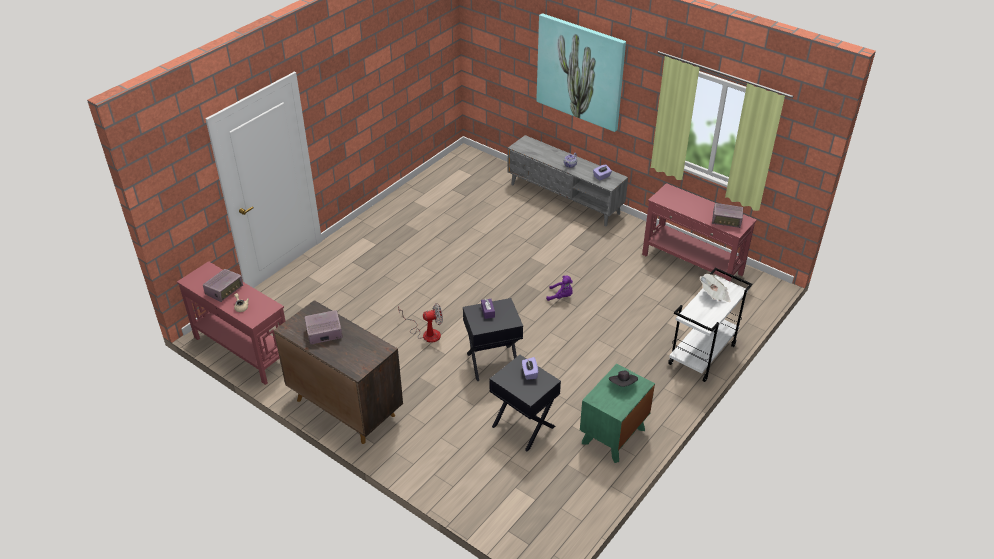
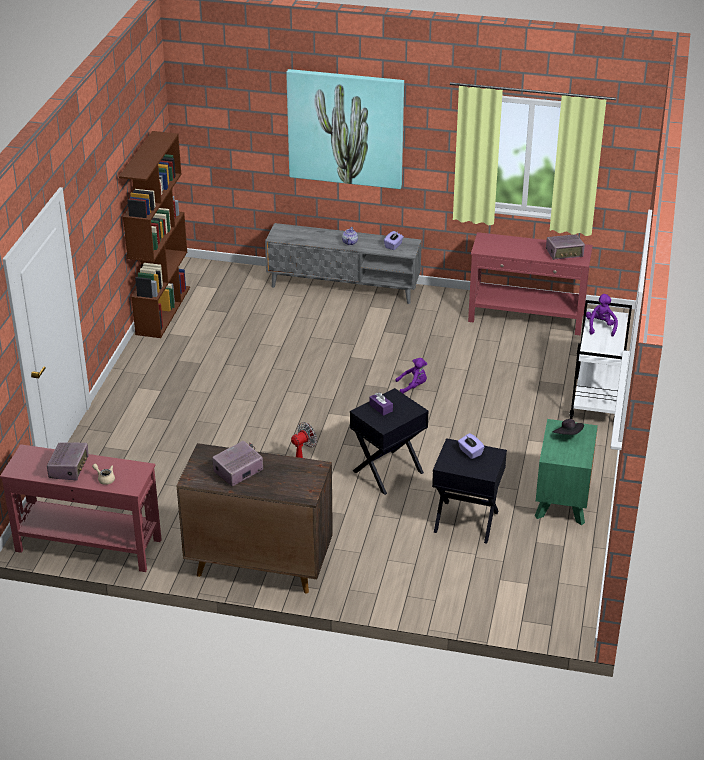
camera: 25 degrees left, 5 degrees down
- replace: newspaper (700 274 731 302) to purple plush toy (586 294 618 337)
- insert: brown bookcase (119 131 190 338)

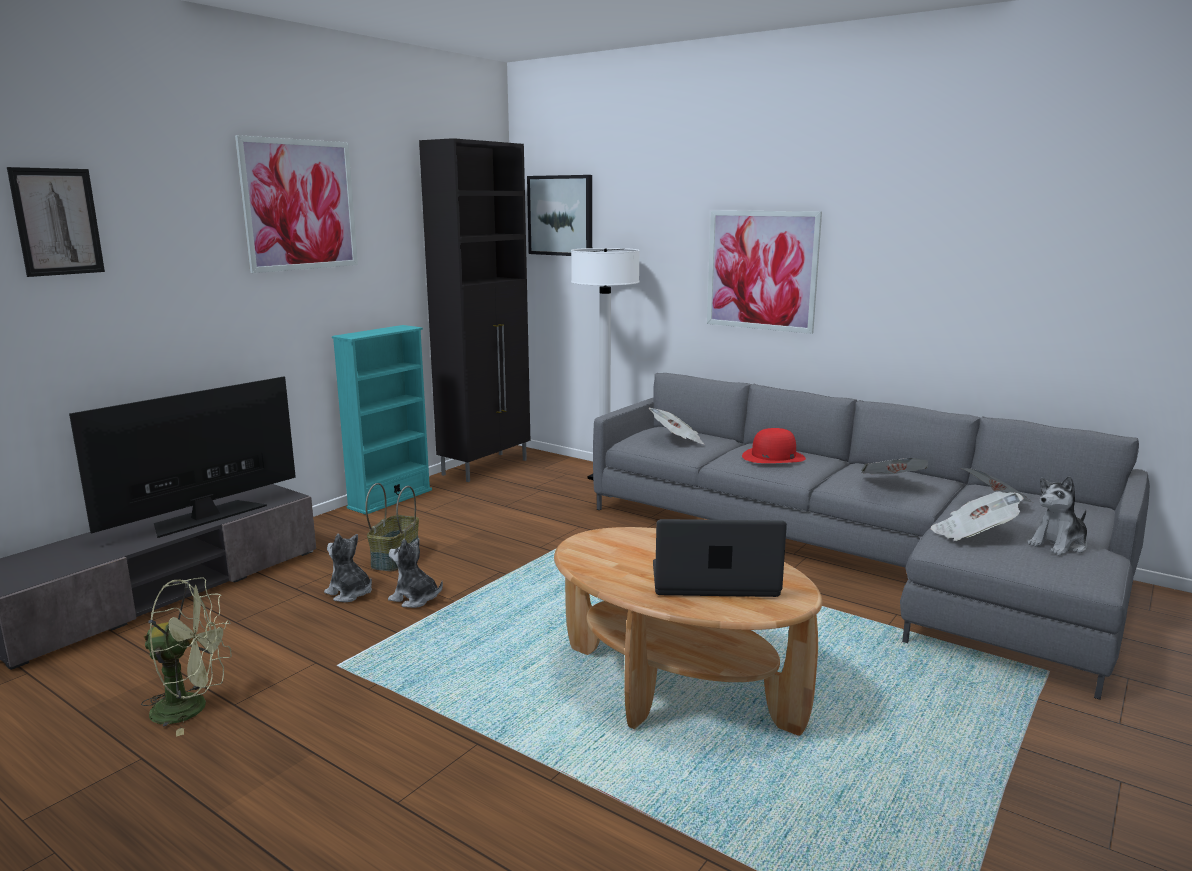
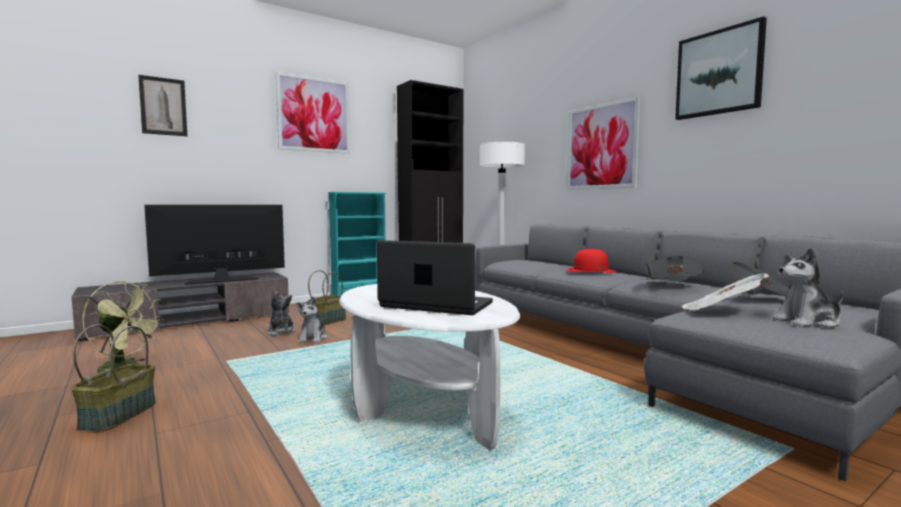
camera: 20 degrees right, 10 degrees down
- rotate: plush toy (388 538 443 608) = (296 297 327 343) 135 degrees counterclockwise
- move: picture (527 175 592 256) to (675 16 767 120)
- recolor: brown coffee table (554 527 822 736) to white coffee table (339 284 520 450)
- delete: newspaper (649 408 704 444)
- insert: basket (71 324 156 432)

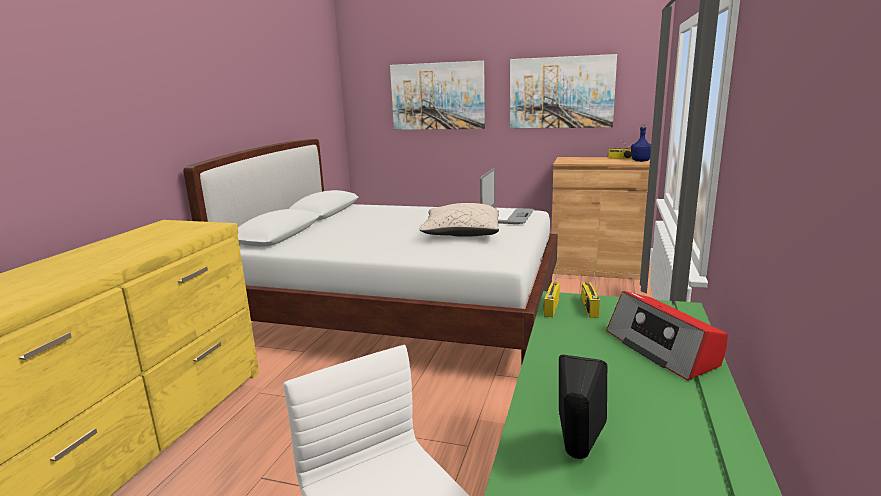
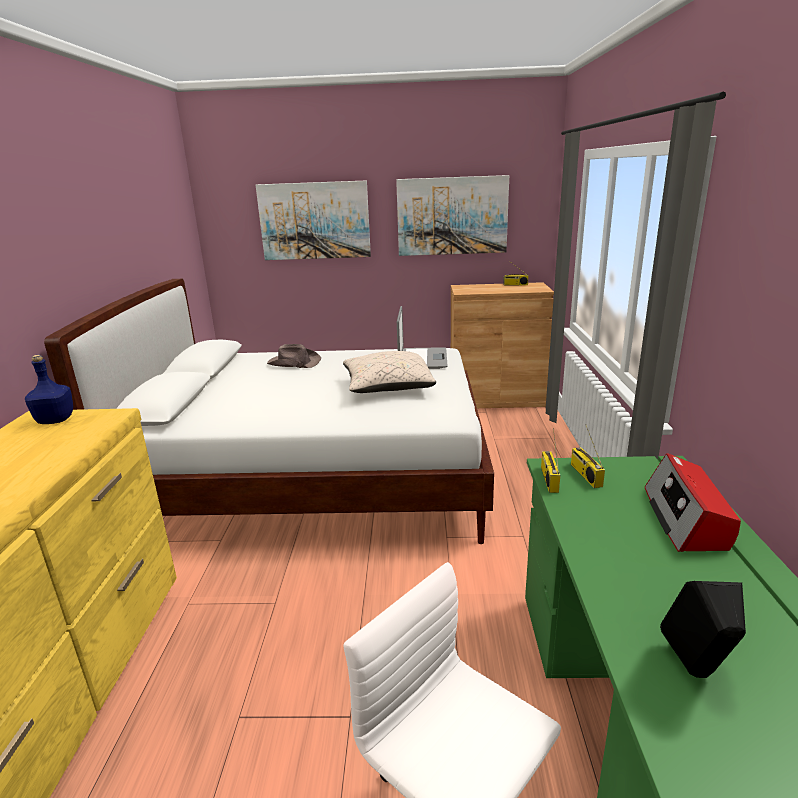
camera: 15 degrees left, 5 degrees up
- rotate: radio (606 291 728 381) = (645 453 741 552) 45 degrees clockwise
- move: blue bottle (631 125 651 162) to (25 355 73 424)
- insert: brown hat (267 344 321 368)

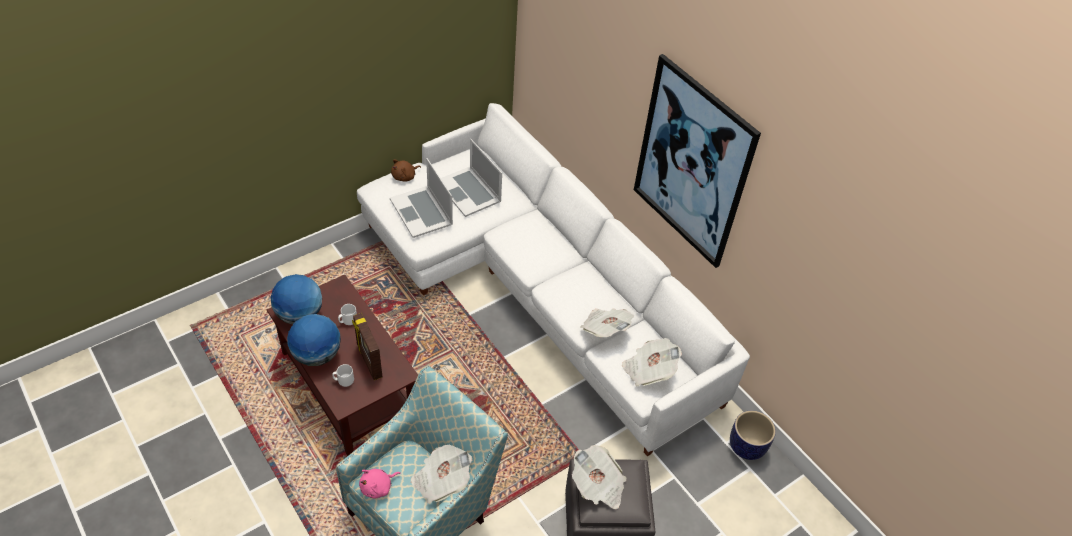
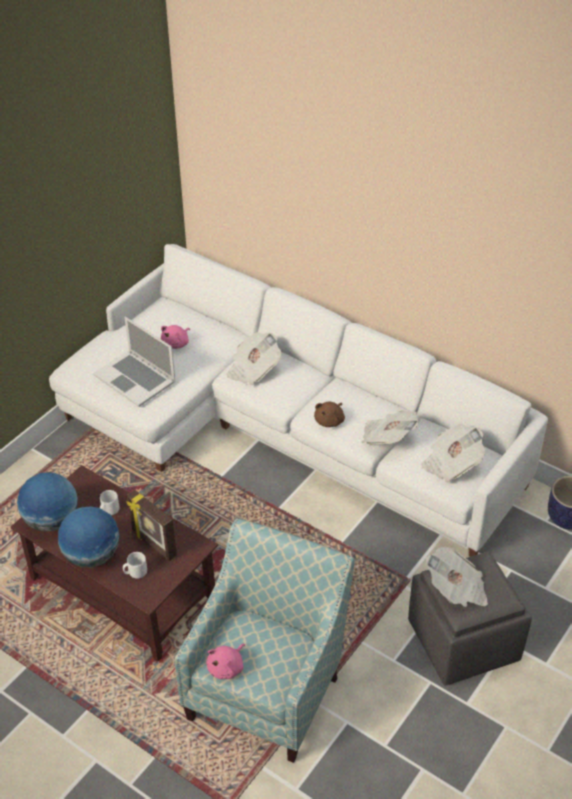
camera: 15 degrees left, 5 degrees down
- move: brown plush toy (391 159 421 181) to (314 401 345 427)
- move: newspaper (411 445 472 504) to (227 332 281 385)
- replace: laptop (441 139 502 217) to pink plush toy (161 325 190 349)
- delete: picture (634 54 761 268)

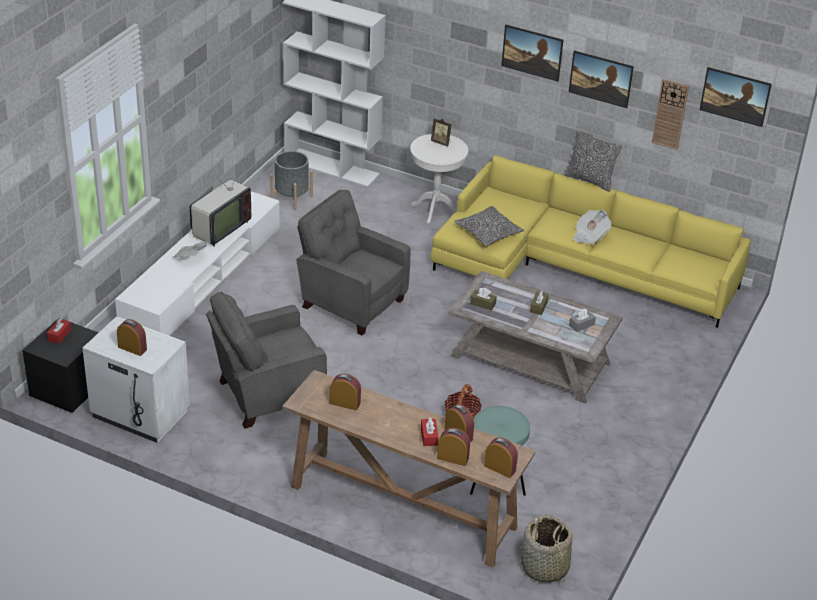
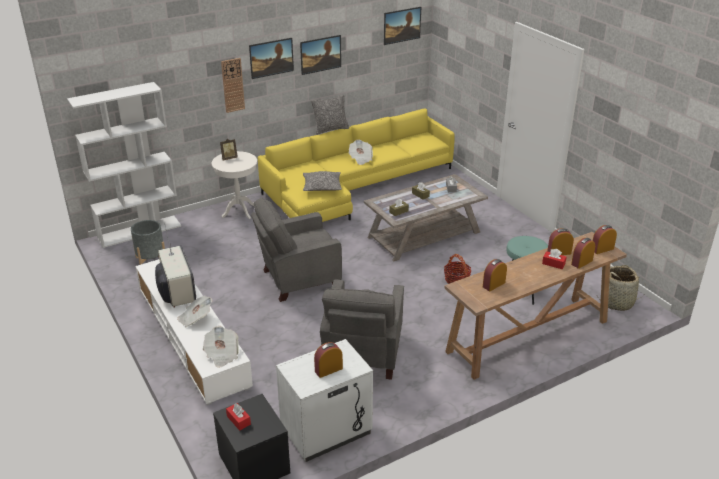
camera: 55 degrees left, 5 degrees down
- move: wall clock (652 79 689 150) to (221 58 245 113)
- insert: newspaper (203 326 239 368)

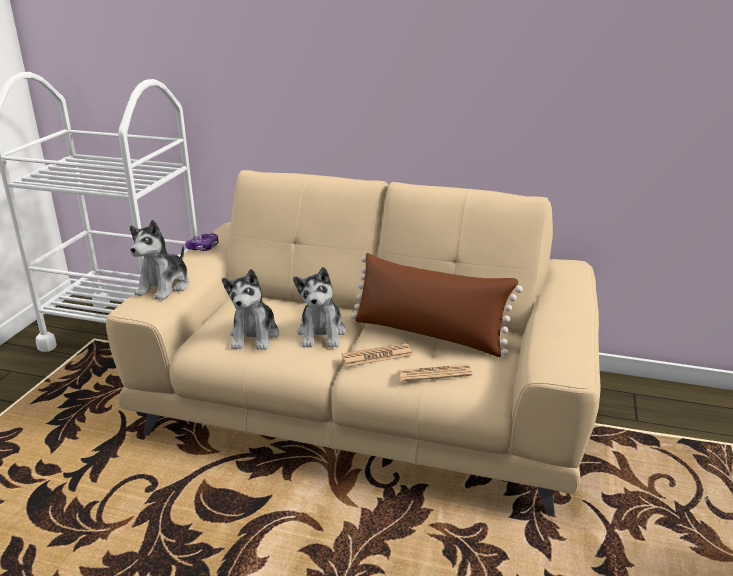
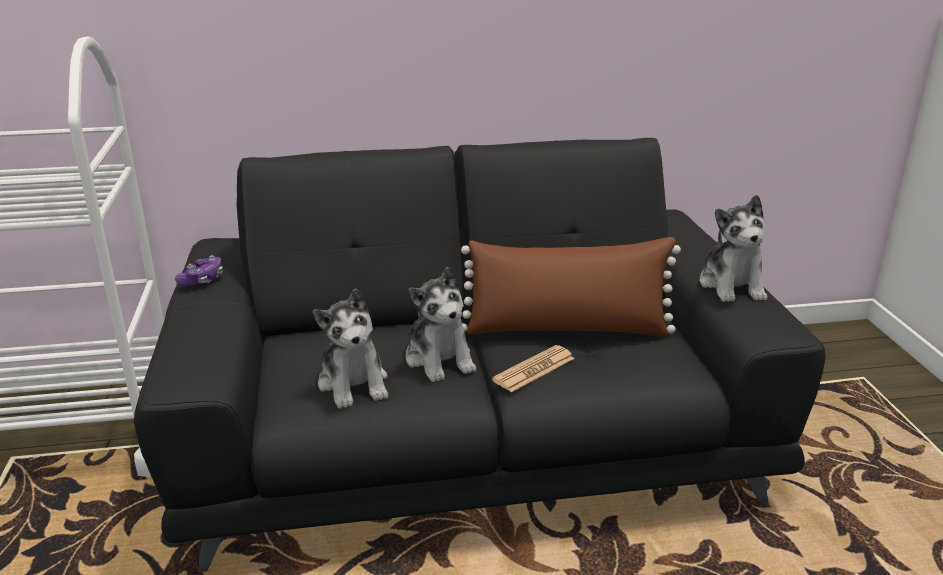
camera: 25 degrees left, 0 degrees up
- recolor: beige sofa (106 170 600 516) to black sofa (134 138 826 573)
- move: plush toy (130 220 189 300) to (700 195 767 302)
- delete: newspaper (398 364 472 382)

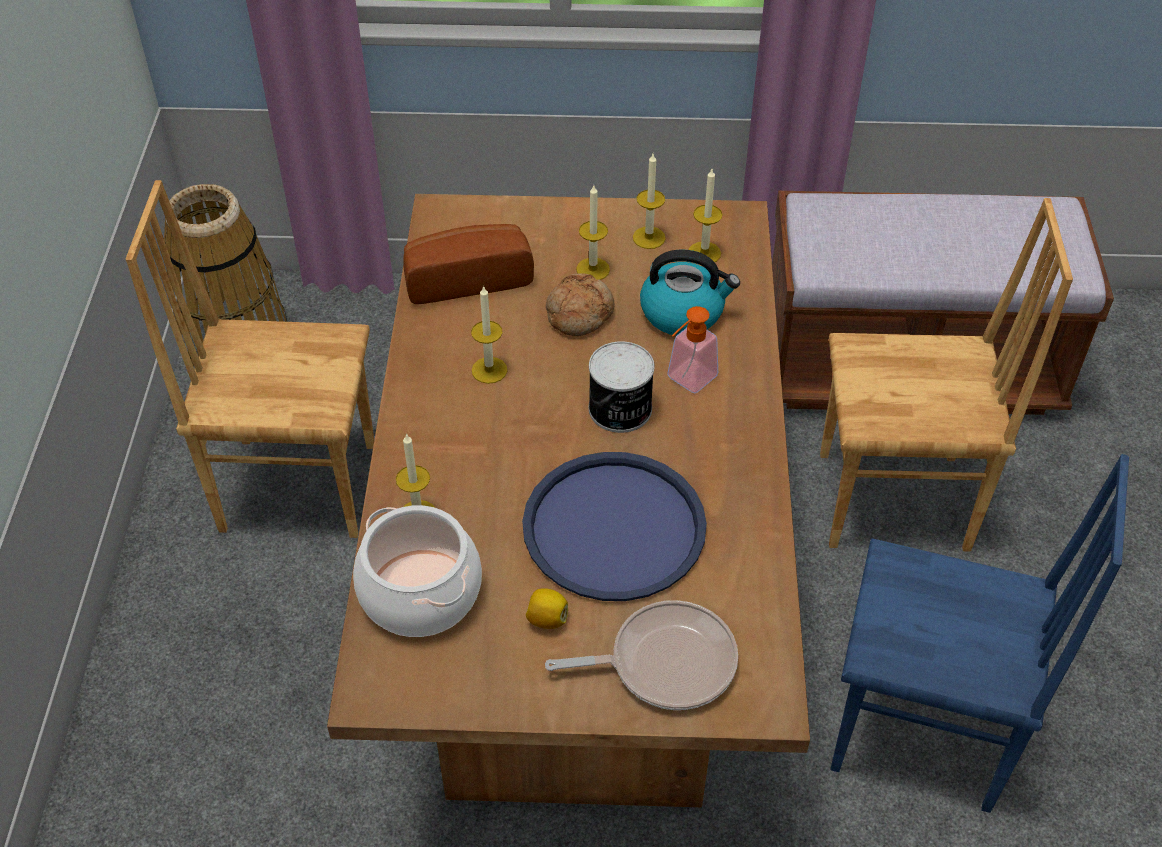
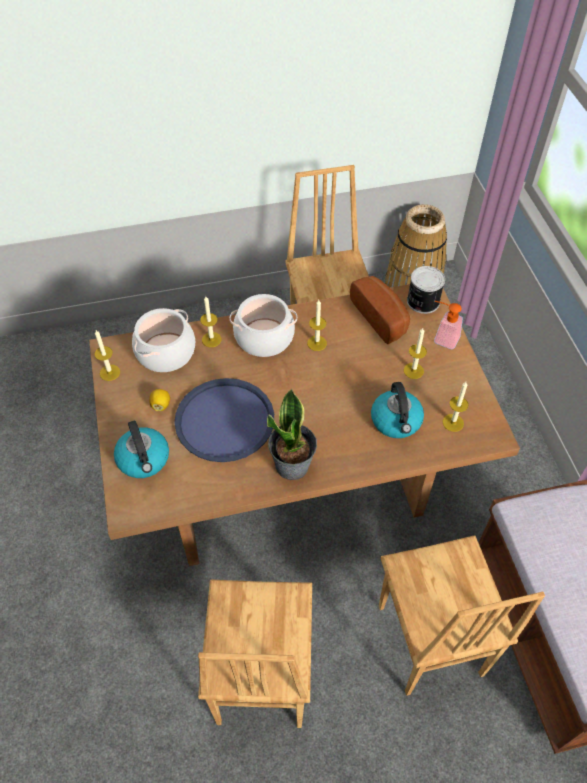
camera: 75 degrees right, 5 degrees up
- replace: frying pan (545 600 738 710) to kettle (114 421 169 478)
- delete: bread (546 273 615 336)
- move: can (589 341 655 433) to (407 266 445 314)
- move: candle (633 154 665 249) to (95 330 120 381)
- move: soap dispenser (667 306 718 393) to (434 301 463 350)
- recolor: blue chair (830 454 1129 813) to brown chair (198 579 312 728)
- insert: cooking pot (230 294 297 357)
- insert: potted plant (267 389 317 480)

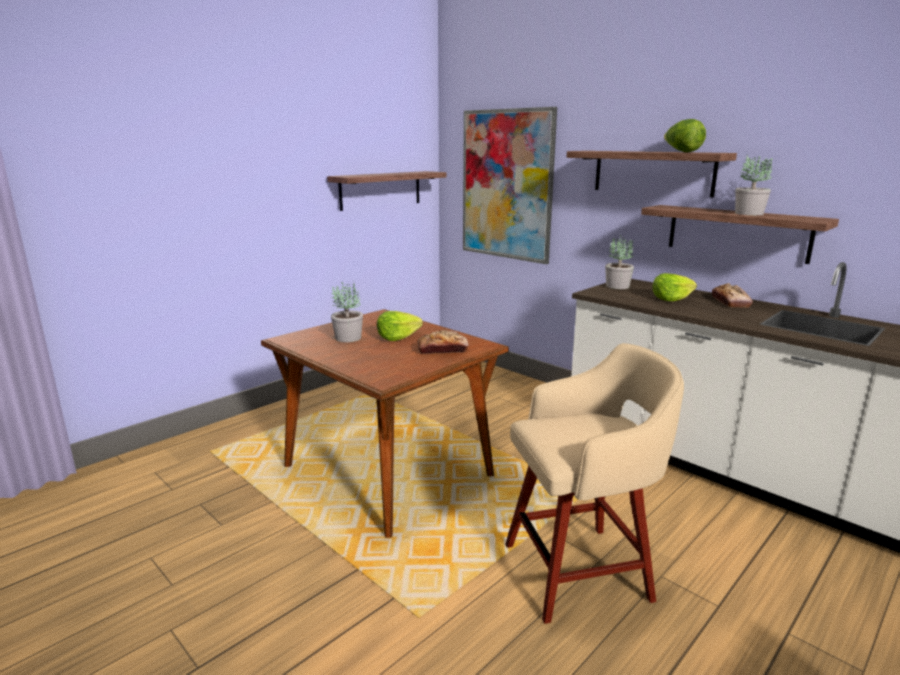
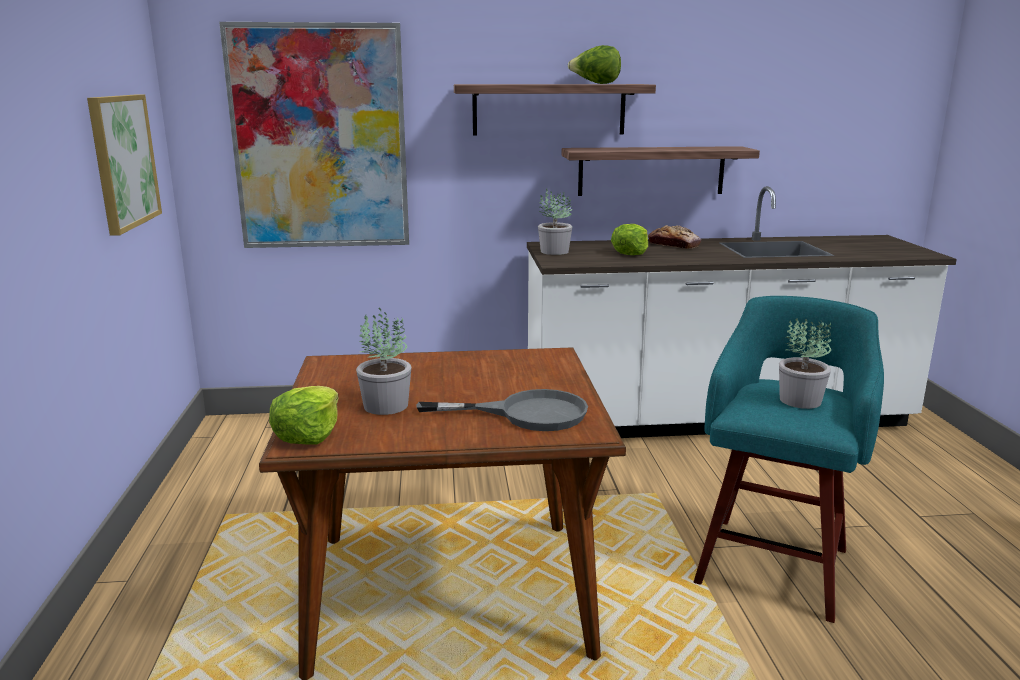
camera: 50 degrees left, 0 degrees up
- replace: shelf (327 171 447 211) to picture (87 94 162 236)
- move: lettuce (377 311 423 341) to (269 386 338 445)
- delete: bread (417 330 469 354)
- recolor: beige stool (505 343 684 624) to turquoise stool (694 296 884 623)
- move: potted plant (735 156 772 215) to (779 319 831 409)
- insert: grey frying pan (417 389 588 431)

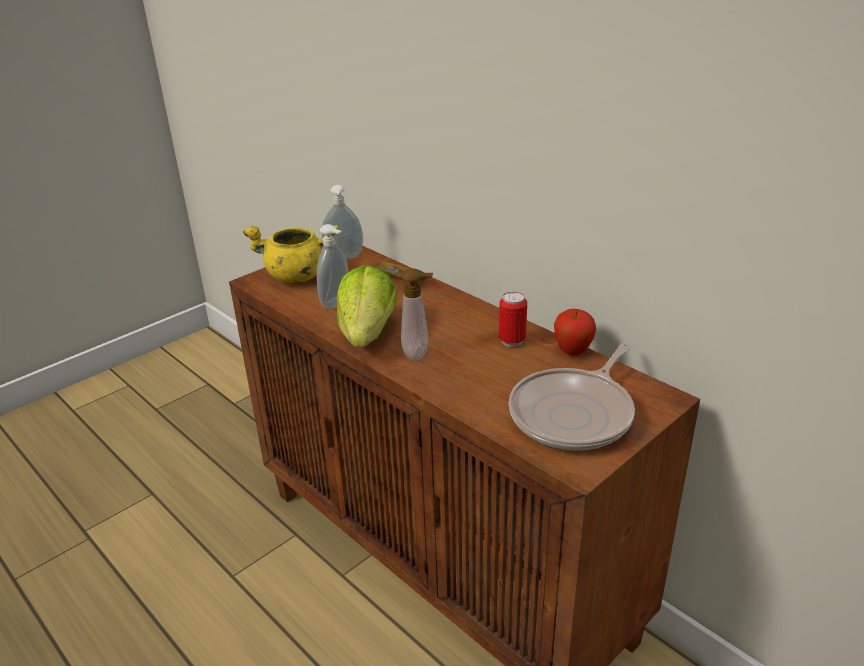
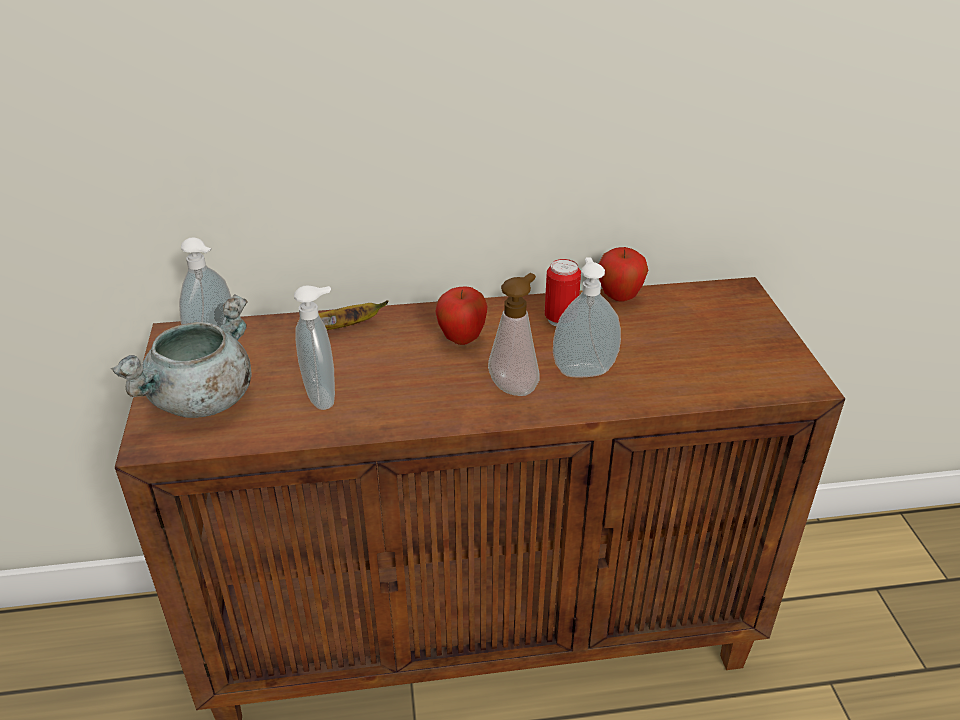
camera: 55 degrees left, 5 degrees up
- recolor: yellow cooking pot (243 225 338 283) to grey cooking pot (110 294 251 418)
- delete: lettuce (337 265 397 347)
- delete: frying pan (509 343 635 450)
- insert: apple (436 286 487 345)
- insert: soap dispenser (553 257 621 377)

